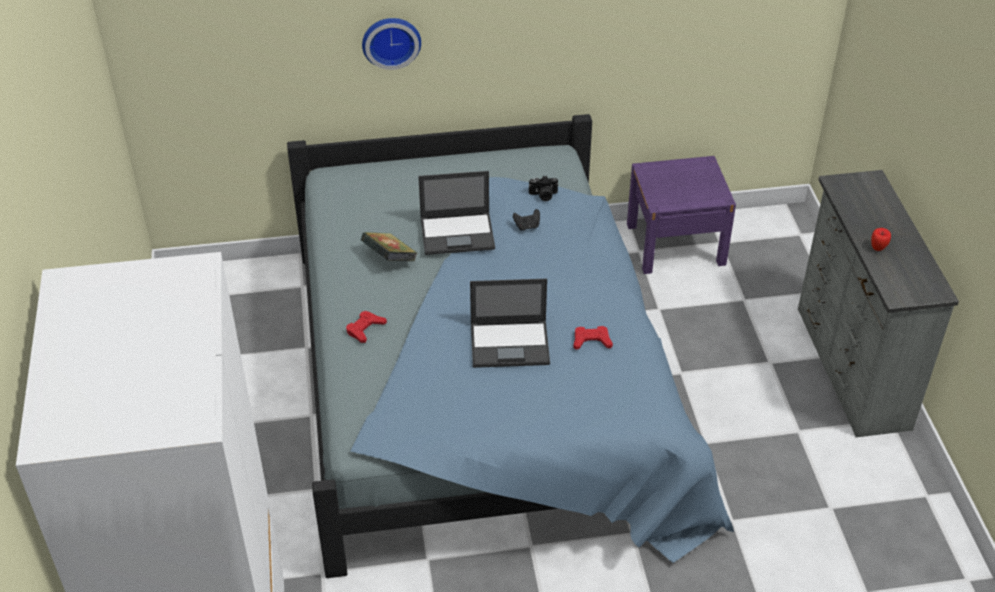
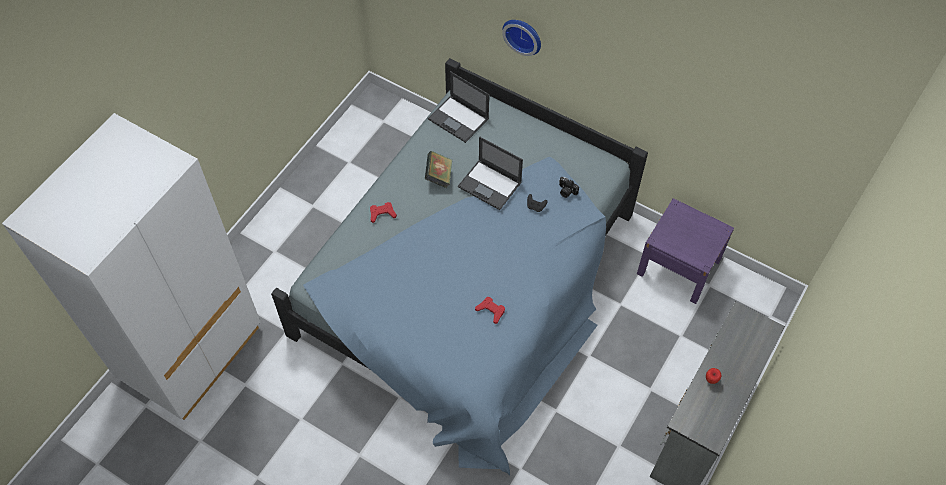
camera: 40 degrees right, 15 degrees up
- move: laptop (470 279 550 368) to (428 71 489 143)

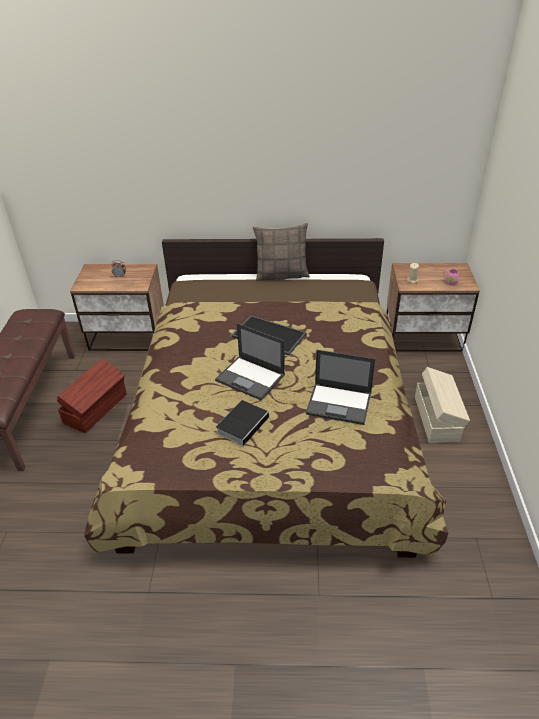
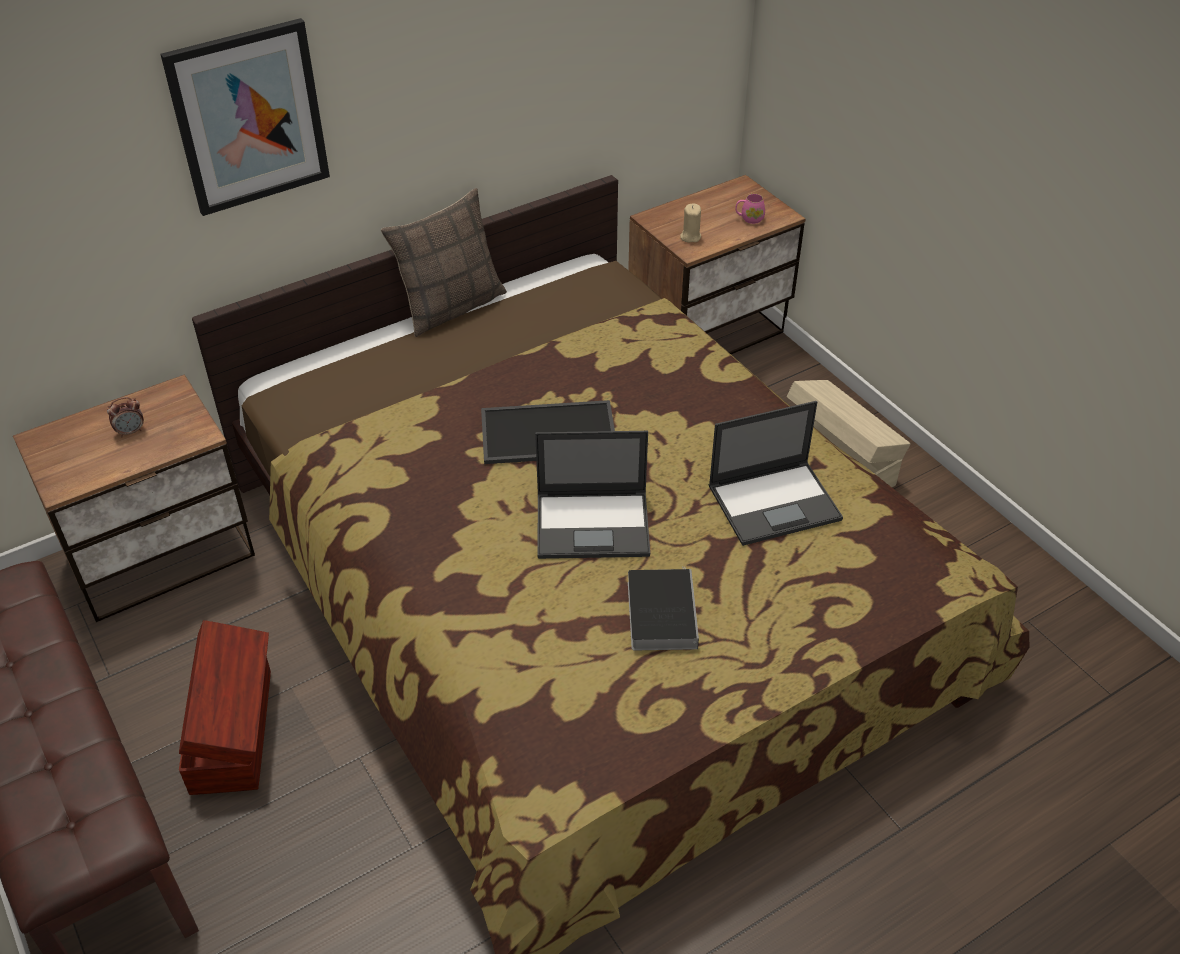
camera: 35 degrees left, 5 degrees up
- insert: picture (161 18 330 216)

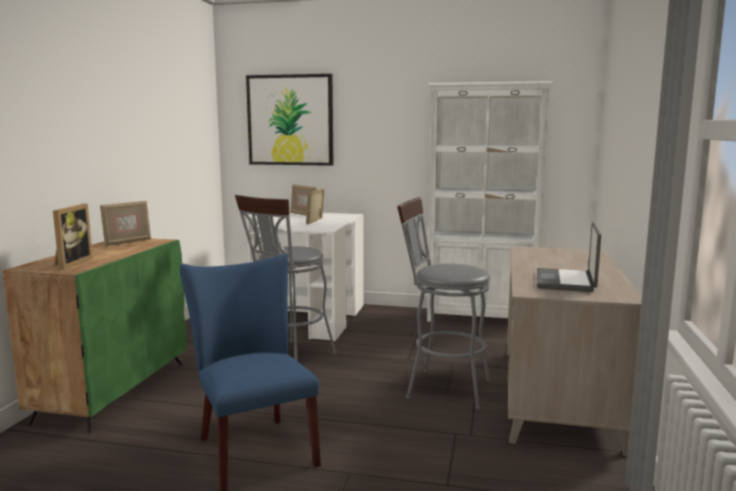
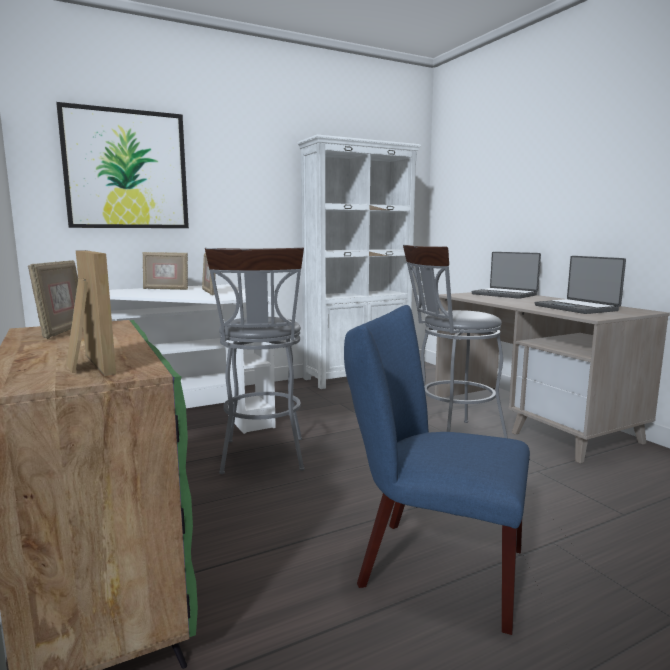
camera: 40 degrees left, 0 degrees up
- insert: laptop (472 252 541 299)

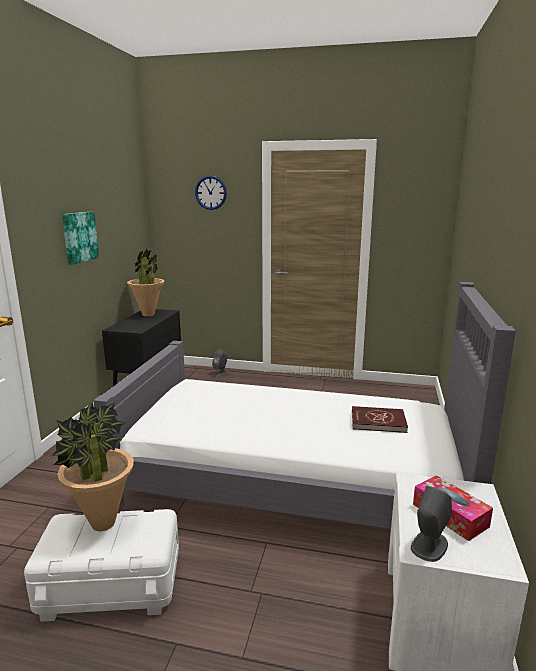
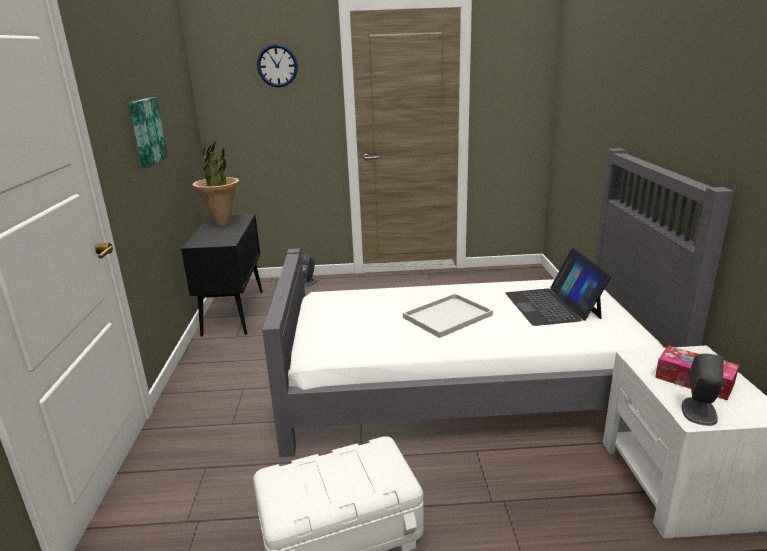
camera: 15 degrees left, 5 degrees up
- delete: potted plant (52 401 134 531)
- replace: red book (352 406 408 433) to laptop (505 248 612 326)
- insert: white tray (403 293 493 338)

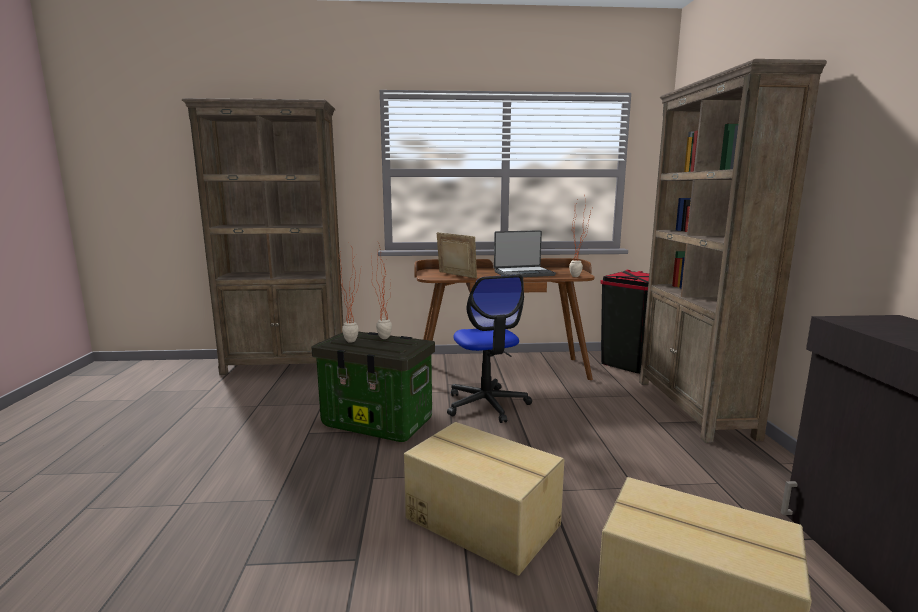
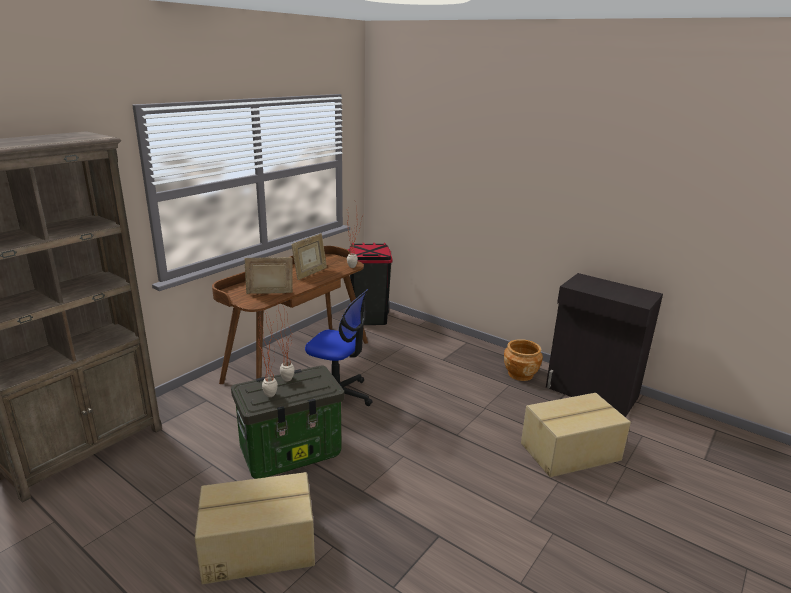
camera: 50 degrees left, 10 degrees up
- move: cardboard box (404 422 564 576) to (195 472 315 584)
- replace: laptop (494 230 556 277) to picture frame (291 233 327 280)
- delete: brown bookcase (639 59 827 443)
- insert: brown planter (504 339 543 381)

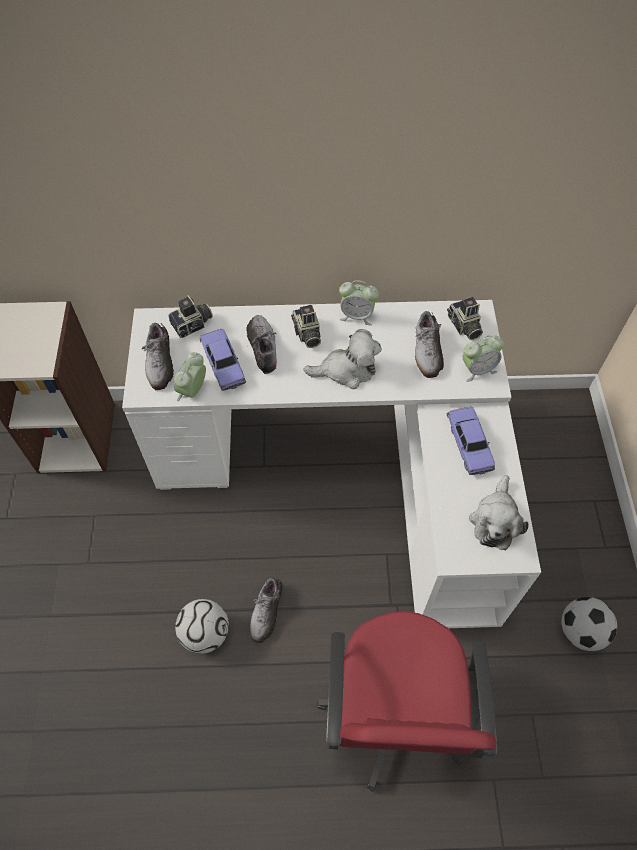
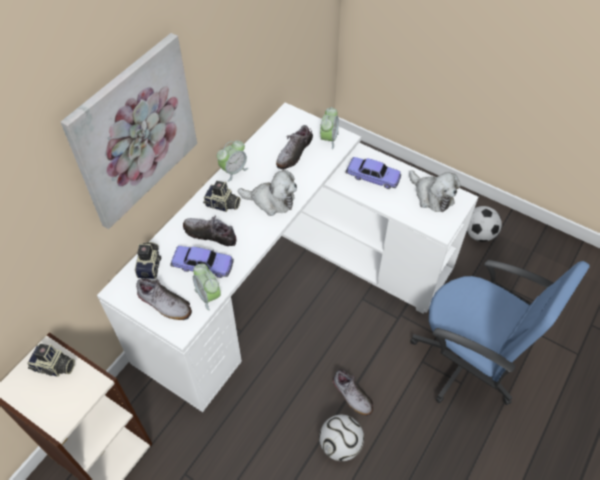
camera: 55 degrees left, 5 degrees down
- rotate: plush toy (304 329 382 389) = (238 170 297 216) 75 degrees clockwise
- recolor: red office chair (316 611 497 792) to blue office chair (410 260 590 405)
- rotate: shoe (415 311 444 378) = (276 125 313 170) 90 degrees clockwise
- move: photo camera (447 297 483 340) to (27 344 75 377)
- insert: picture (61 33 197 229)

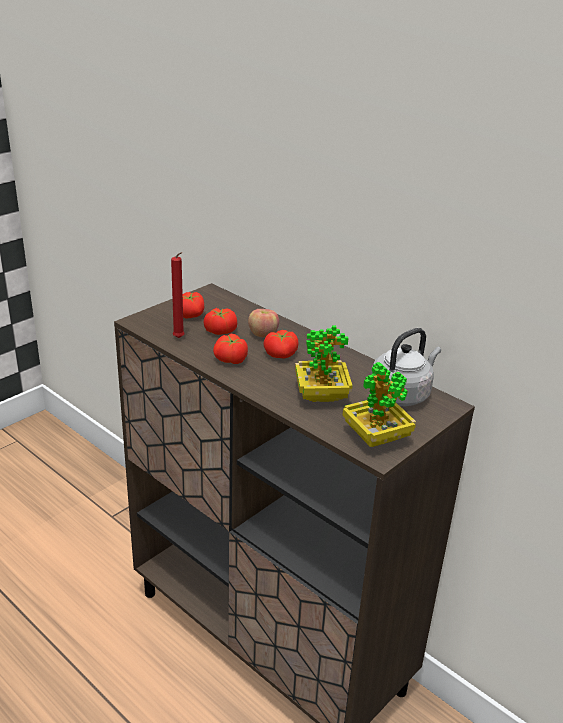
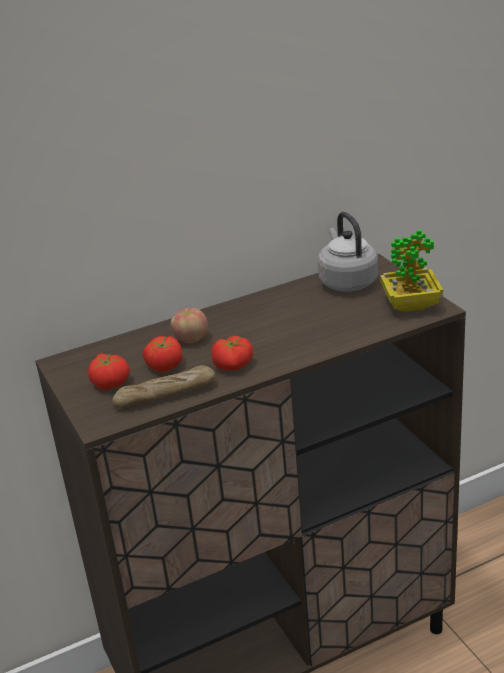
camera: 65 degrees left, 0 degrees up
- replace: red candle (171 252 185 338) to bread (112 366 216 408)
- delete: tomato (263 330 298 358)
- delete: potted plant (295 325 353 402)

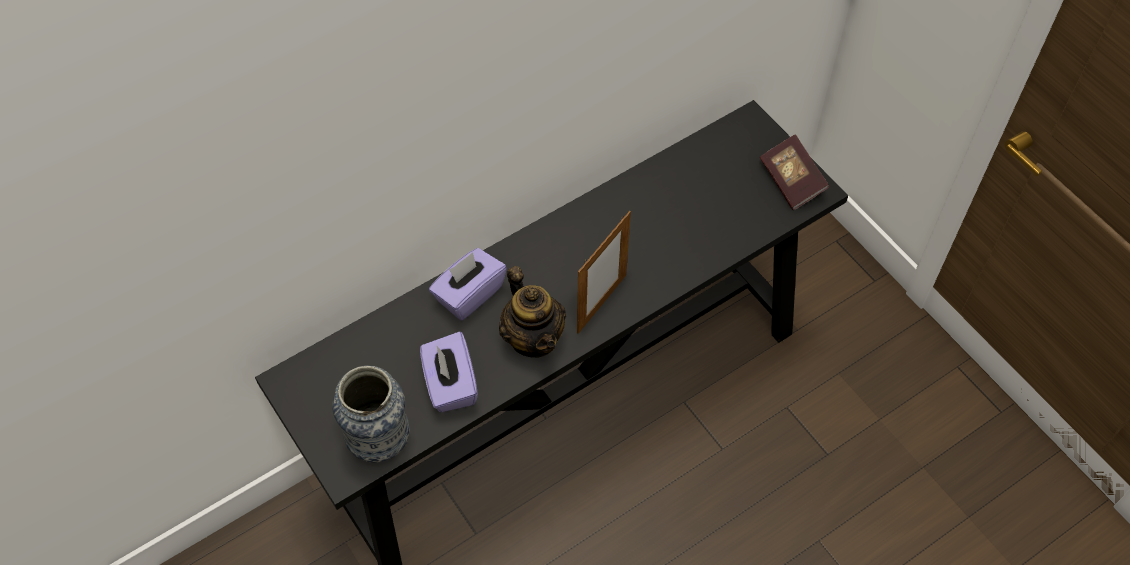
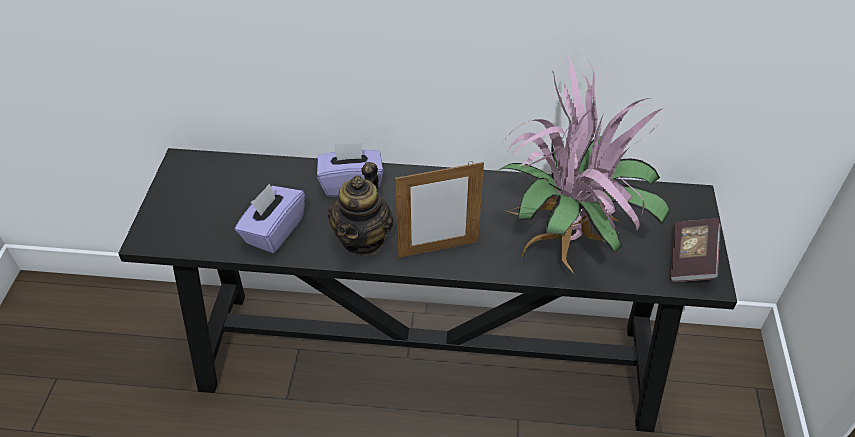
camera: 40 degrees right, 10 degrees down
- delete: vase (332 365 410 463)
- insert: potted plant (499 55 670 275)

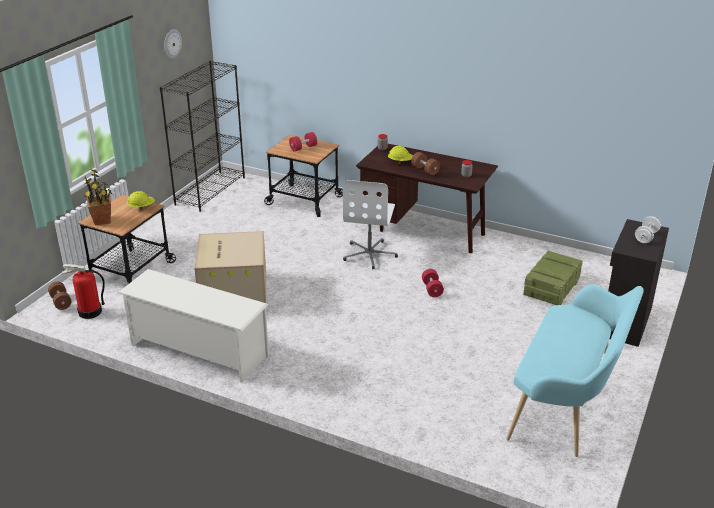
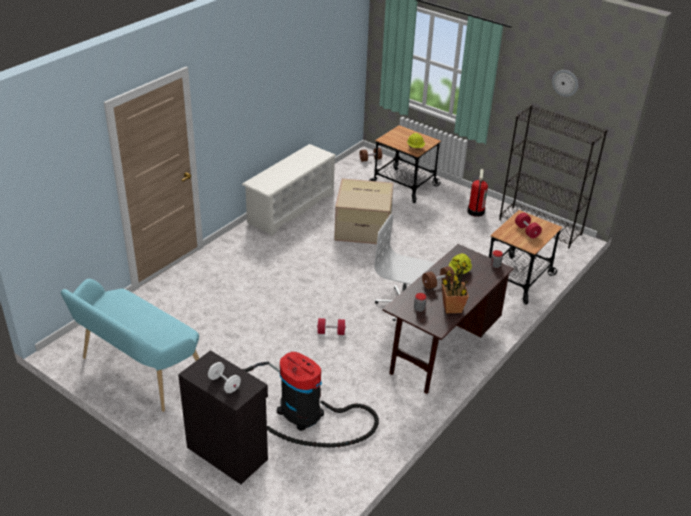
camera: 100 degrees right, 5 degrees up
- move: fire extinguisher (61 264 105 319) to (467 169 488 217)
- move: potted plant (84 169 113 225) to (442 259 469 313)
- replace: crate (523 251 582 305) to vacuum cleaner (242 352 379 448)

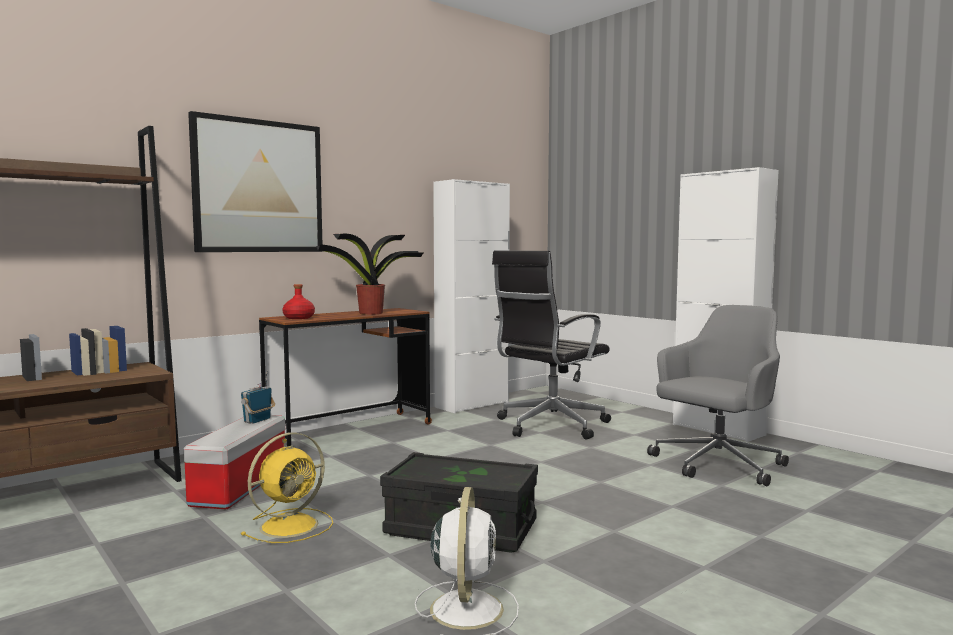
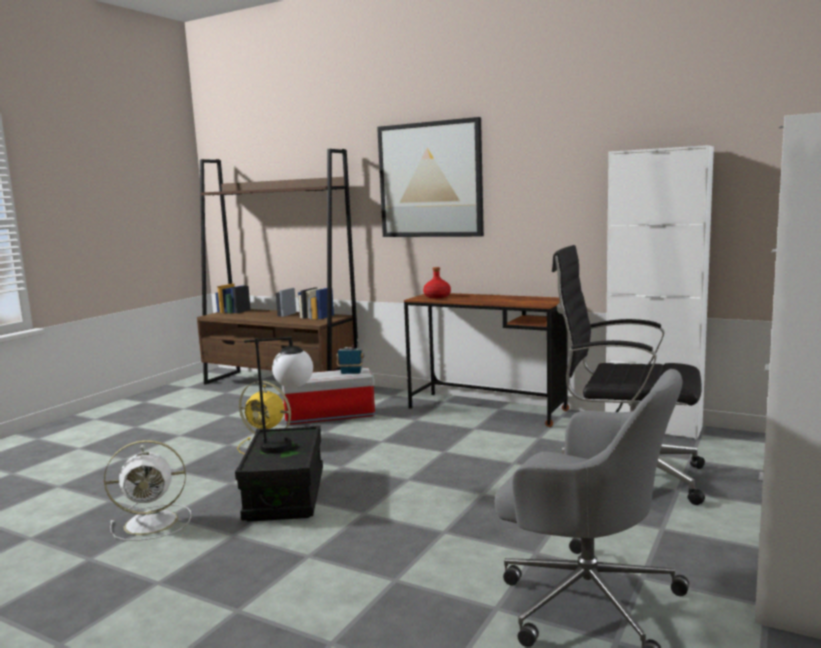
camera: 70 degrees right, 5 degrees up
- delete: potted plant (316 233 424 315)
- insert: table lamp (244 336 313 454)

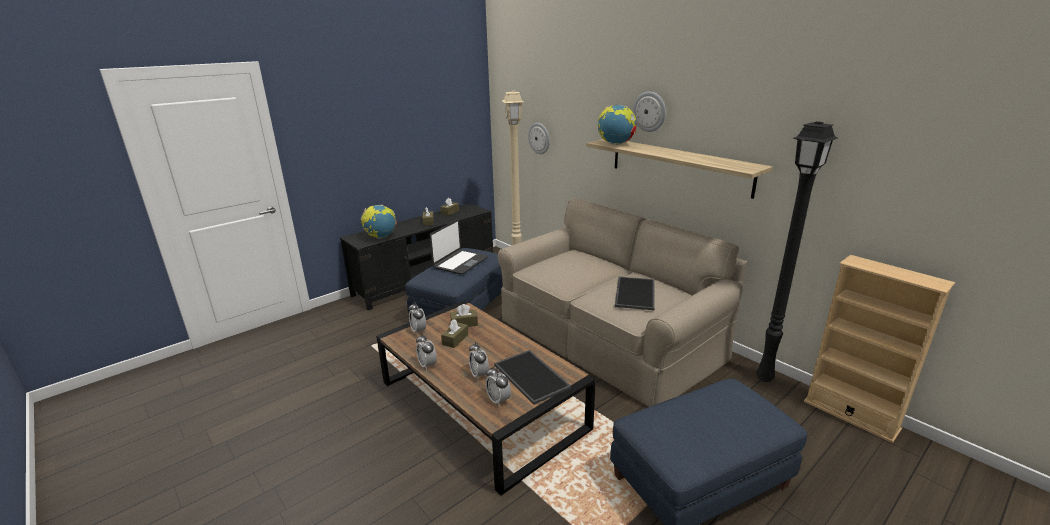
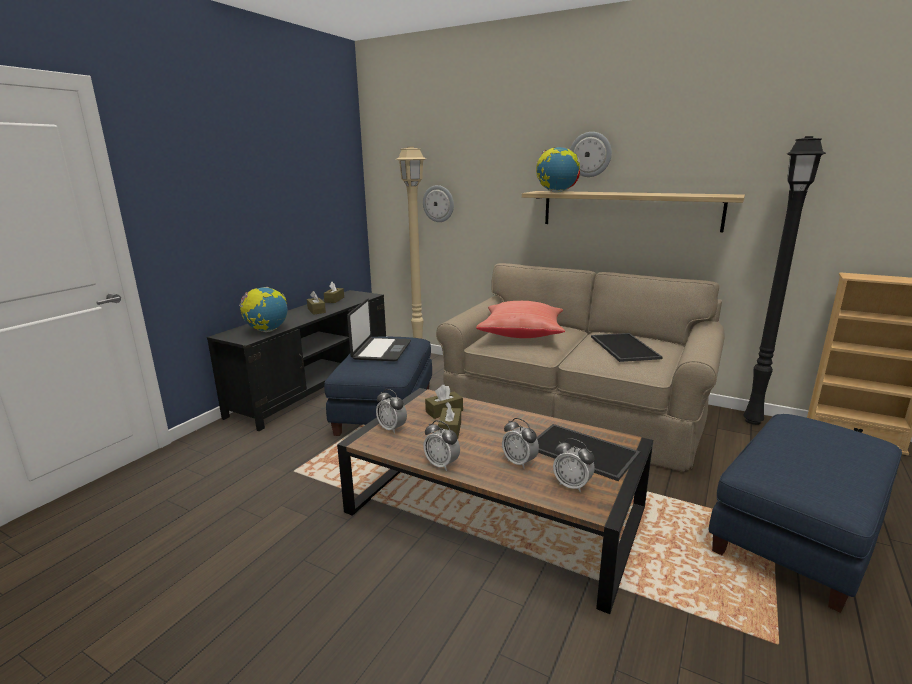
camera: 20 degrees left, 5 degrees down
- insert: red pillow (476 301 565 338)

